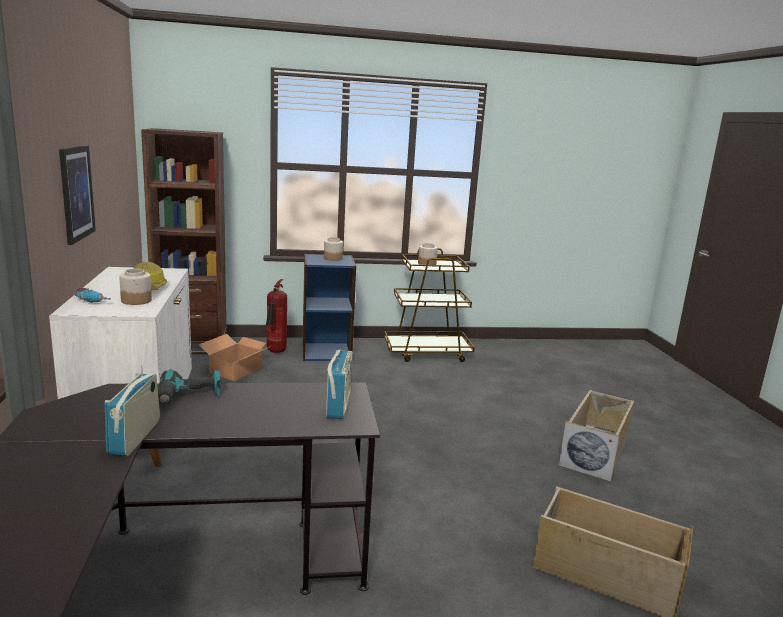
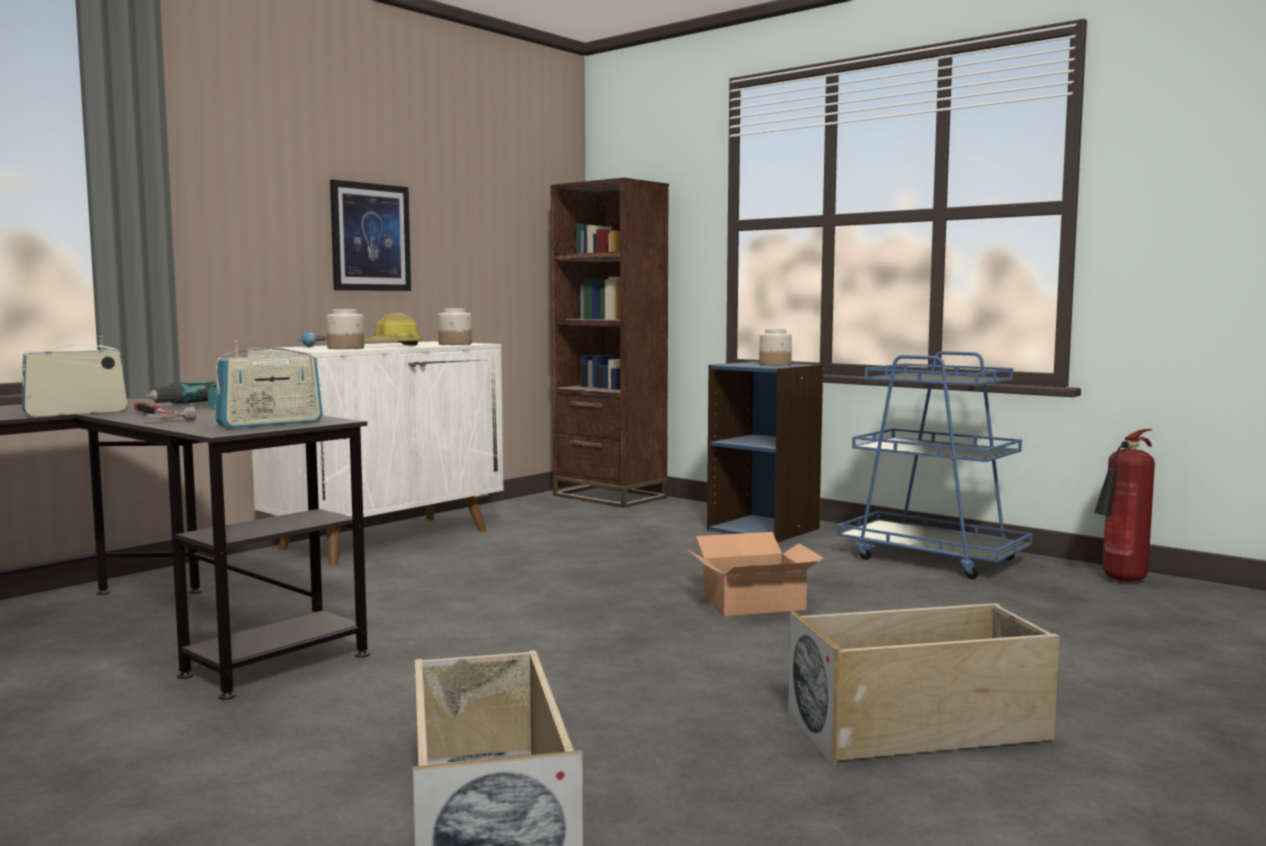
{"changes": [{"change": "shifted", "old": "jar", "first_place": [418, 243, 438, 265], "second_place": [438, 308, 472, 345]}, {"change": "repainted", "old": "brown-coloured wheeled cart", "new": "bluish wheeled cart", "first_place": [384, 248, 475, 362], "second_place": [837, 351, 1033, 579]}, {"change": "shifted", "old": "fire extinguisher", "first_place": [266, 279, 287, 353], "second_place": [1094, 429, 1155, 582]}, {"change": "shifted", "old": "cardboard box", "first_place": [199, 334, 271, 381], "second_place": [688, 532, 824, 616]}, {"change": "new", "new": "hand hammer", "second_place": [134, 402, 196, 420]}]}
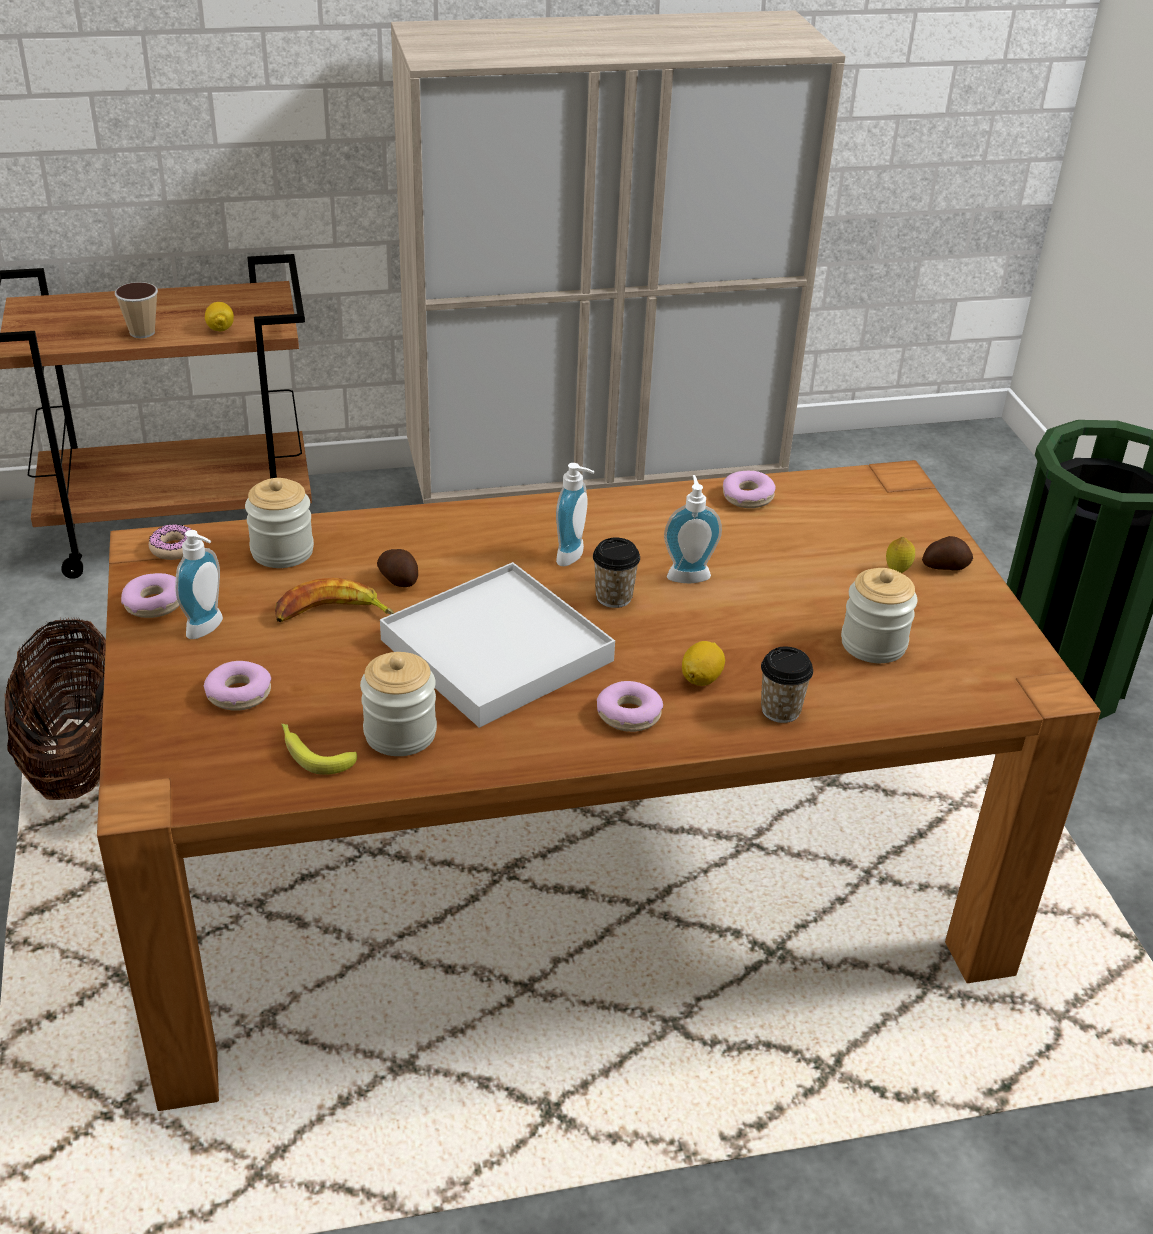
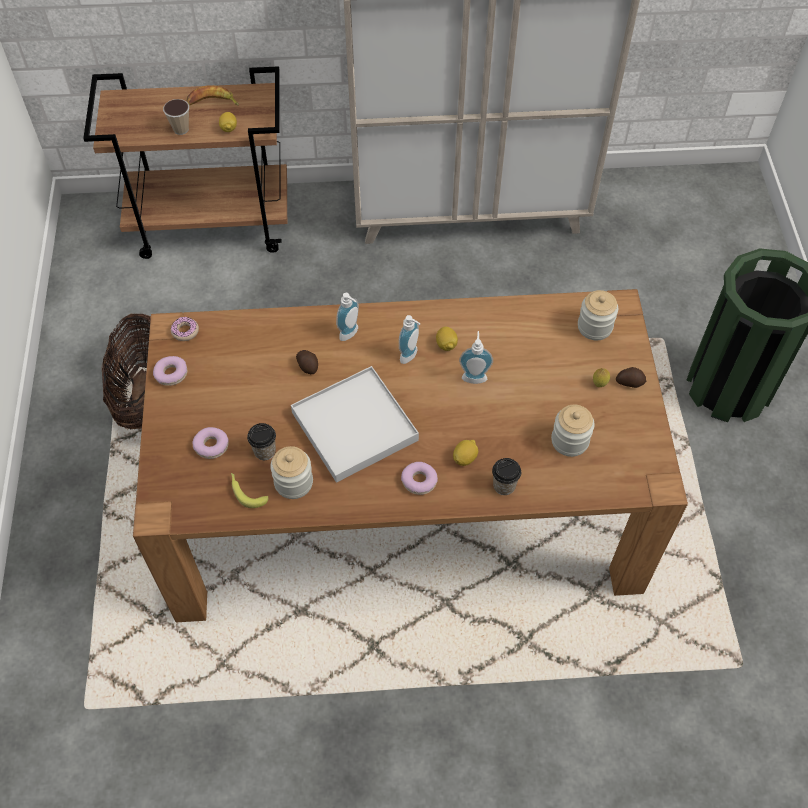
{"changes": [{"change": "gone", "old": "ring doughnut", "first_place": [723, 471, 776, 508]}, {"change": "shifted", "old": "jar", "first_place": [245, 478, 314, 568], "second_place": [578, 290, 618, 340]}, {"change": "shifted", "old": "soap dispenser", "first_place": [175, 530, 223, 639], "second_place": [336, 293, 359, 341]}, {"change": "shifted", "old": "small cup", "first_place": [593, 538, 640, 608], "second_place": [247, 423, 276, 460]}, {"change": "shifted", "old": "banana fruit", "first_place": [275, 578, 394, 622], "second_place": [186, 85, 239, 106]}, {"change": "new", "new": "lemon", "second_place": [436, 326, 458, 351]}]}
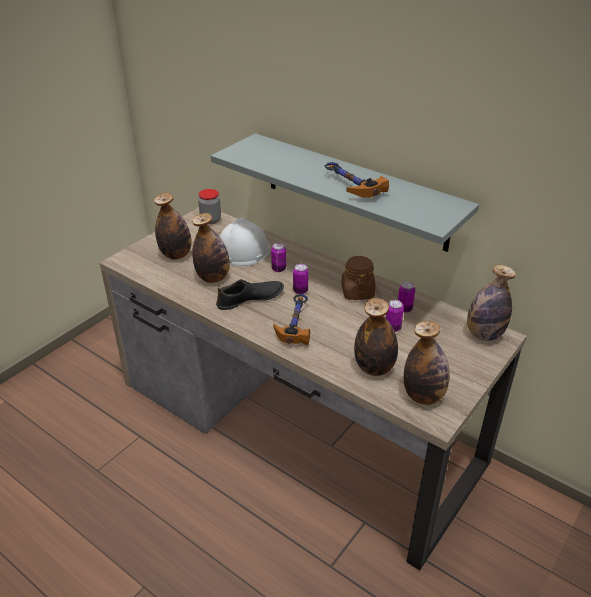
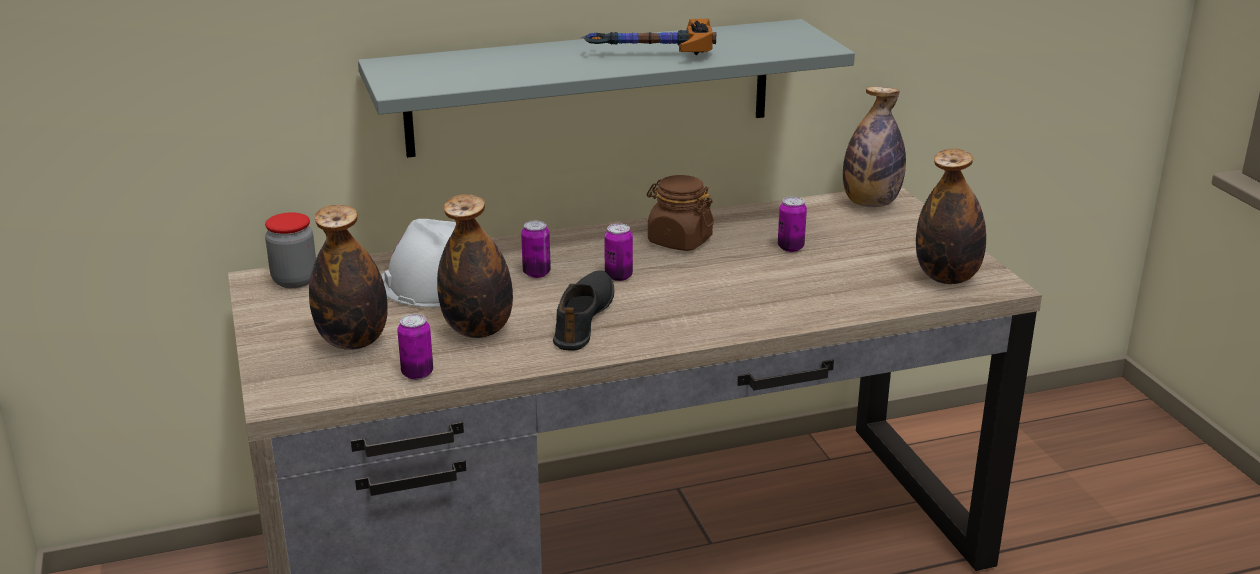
{"changes": [{"change": "shifted", "old": "can", "first_place": [398, 281, 415, 313], "second_place": [397, 314, 433, 380]}, {"change": "gone", "old": "hand hammer", "first_place": [273, 294, 310, 346]}, {"change": "gone", "old": "bottle", "first_place": [354, 298, 398, 376]}]}
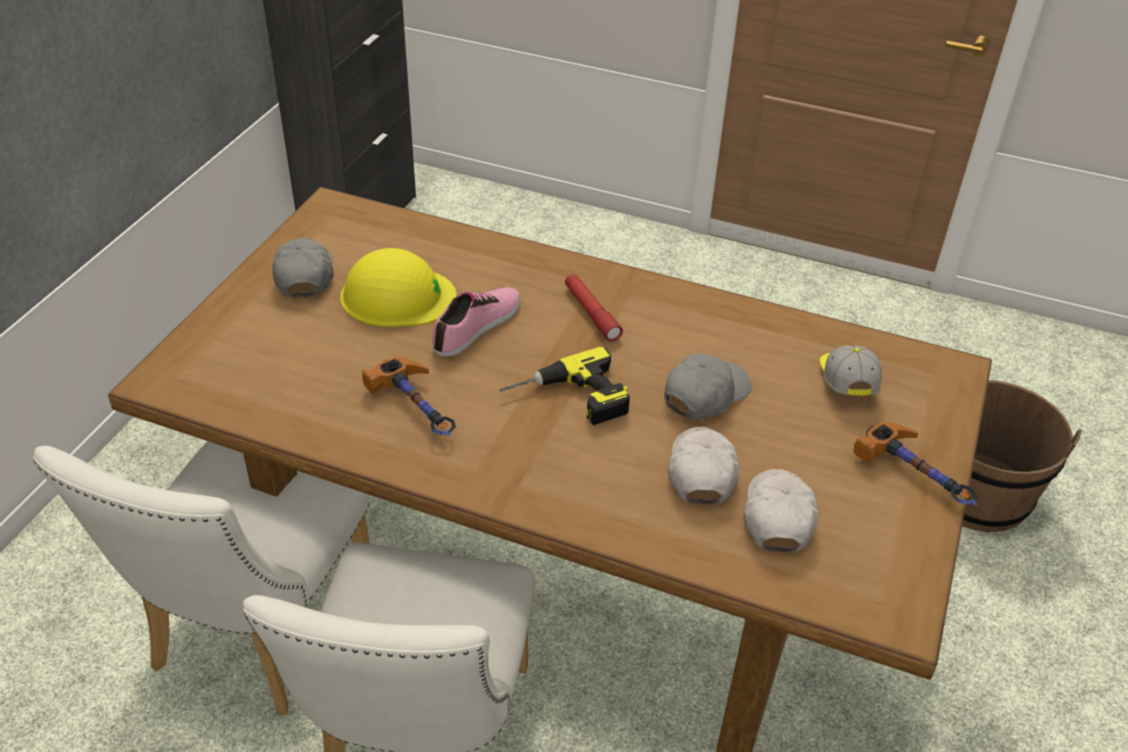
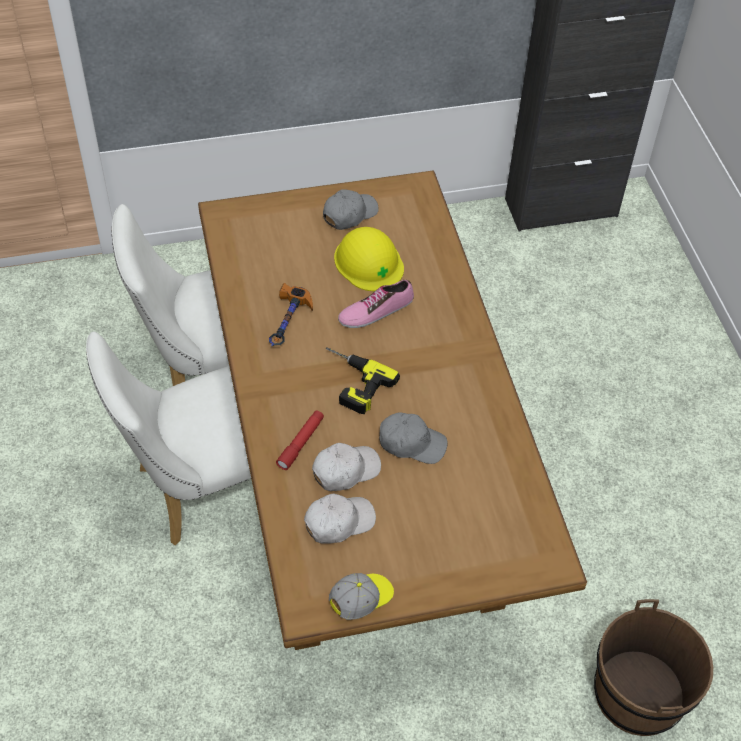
{"changes": [{"change": "shifted", "old": "red torch", "first_place": [565, 274, 623, 342], "second_place": [276, 411, 324, 470]}, {"change": "rotated", "old": "low shoe", "first_place": [432, 287, 520, 357], "second_place": [338, 280, 414, 328], "degrees": 150}, {"change": "shifted", "old": "cap", "first_place": [820, 345, 882, 395], "second_place": [329, 573, 394, 620]}, {"change": "gone", "old": "hand hammer", "first_place": [854, 422, 978, 506]}]}
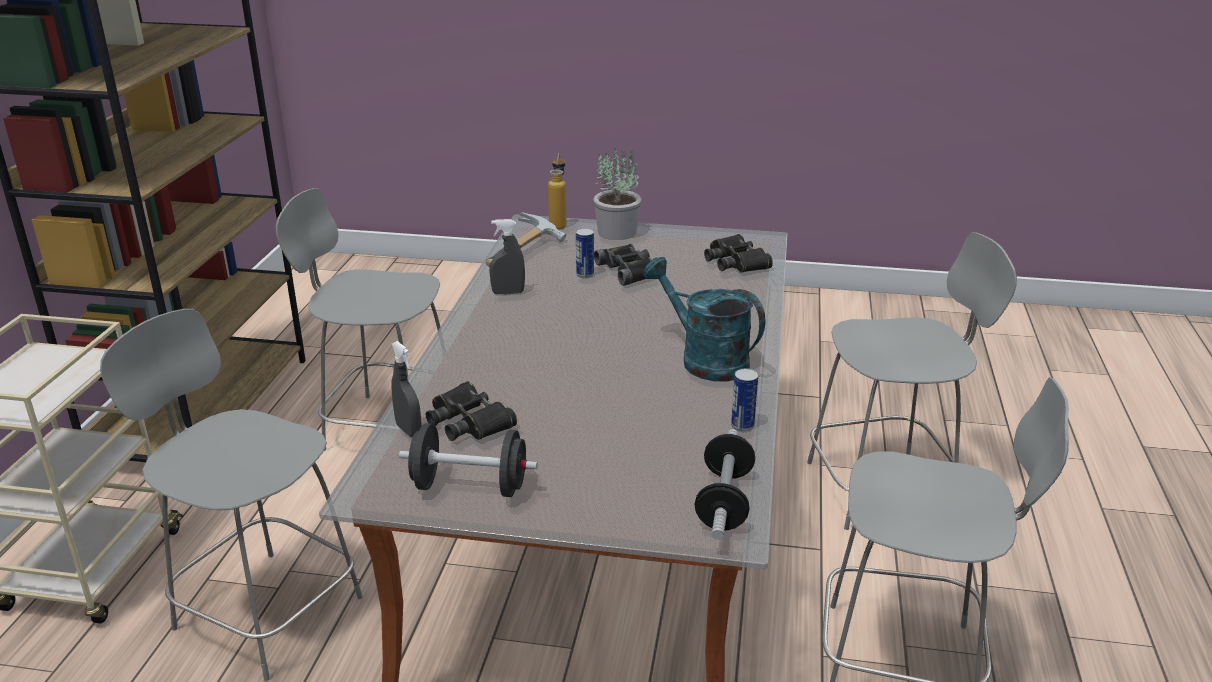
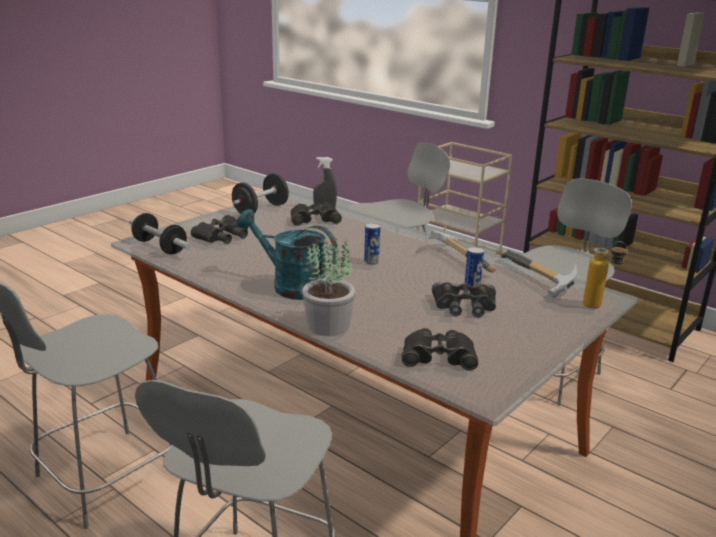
{"changes": [{"change": "shifted", "old": "plant in a pot", "first_place": [593, 147, 641, 240], "second_place": [302, 239, 355, 336]}, {"change": "swapped", "old": "grey sprayer", "new": "hand hammer", "first_place": [489, 219, 525, 295], "second_place": [429, 231, 496, 272]}, {"change": "rotated", "old": "turquoise sprinkling can", "first_place": [643, 257, 765, 381], "second_place": [237, 209, 337, 300], "degrees": -135}, {"change": "shifted", "old": "can", "first_place": [731, 368, 758, 432], "second_place": [364, 223, 380, 265]}, {"change": "new", "new": "blackish binoculars", "second_place": [191, 215, 248, 244]}]}
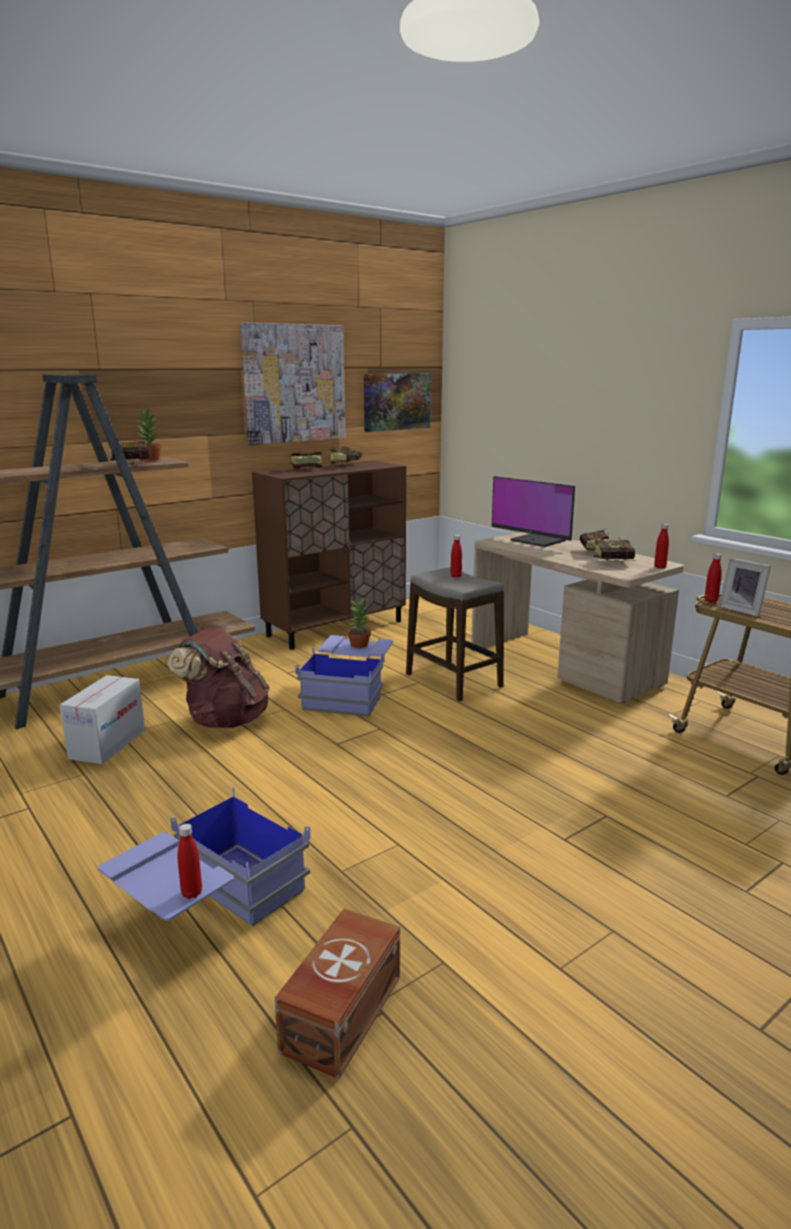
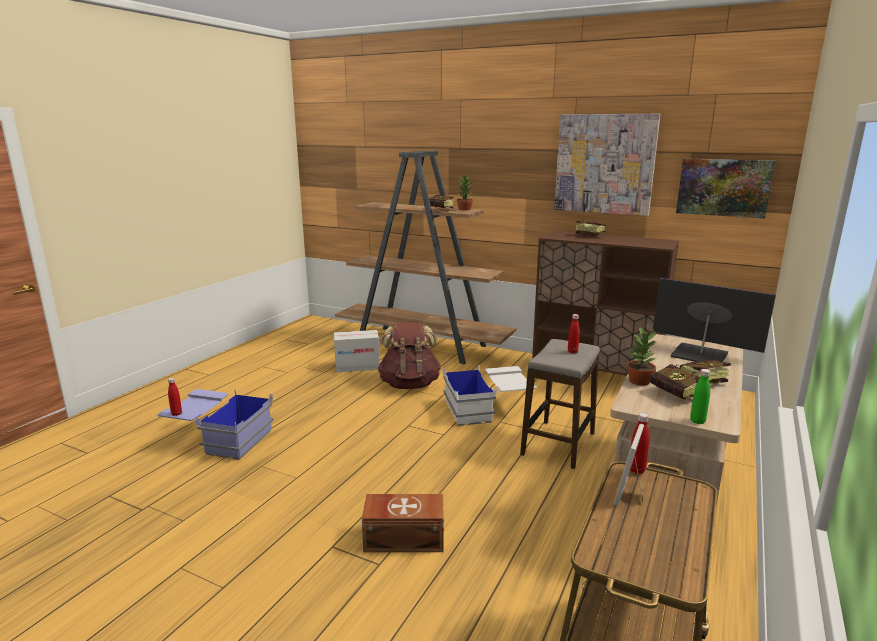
{"changes": [{"change": "gone", "old": "bound book", "first_place": [331, 446, 362, 465]}, {"change": "rotated", "old": "monitor", "first_place": [492, 476, 575, 547], "second_place": [653, 278, 776, 362], "degrees": 105}, {"change": "repainted", "old": "red bottle", "new": "green-coloured bottle", "first_place": [654, 524, 669, 569], "second_place": [690, 369, 711, 424]}, {"change": "shifted", "old": "plant in a pot", "first_place": [347, 598, 371, 648], "second_place": [626, 328, 658, 386]}, {"change": "repainted", "old": "bluish storage box", "new": "whitish storage box", "first_place": [295, 635, 394, 716], "second_place": [443, 365, 537, 426]}, {"change": "shifted", "old": "brown-coloured storage box", "first_place": [275, 909, 400, 1079], "second_place": [362, 494, 444, 552]}]}
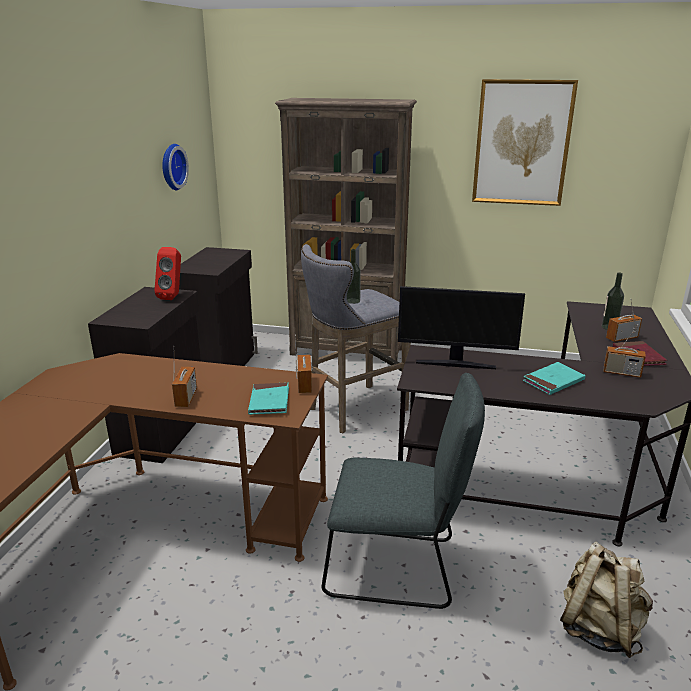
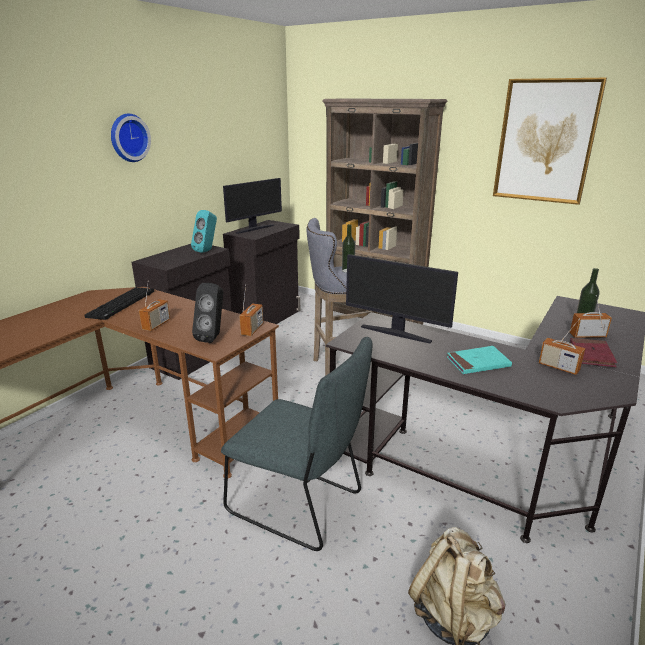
{"changes": [{"change": "shifted", "old": "clock on the wall", "first_place": [162, 144, 189, 190], "second_place": [111, 114, 151, 162]}, {"change": "repainted", "old": "red loudspeaker", "new": "turquoise loudspeaker", "first_place": [154, 247, 181, 300], "second_place": [191, 210, 217, 253]}, {"change": "swapped", "old": "turquoise bound book", "new": "blackish loudspeaker", "first_place": [248, 382, 289, 415], "second_place": [192, 283, 223, 343]}, {"change": "new", "new": "monitor", "second_place": [223, 178, 282, 234]}, {"change": "new", "new": "computer keyboard", "second_place": [84, 287, 154, 320]}]}
